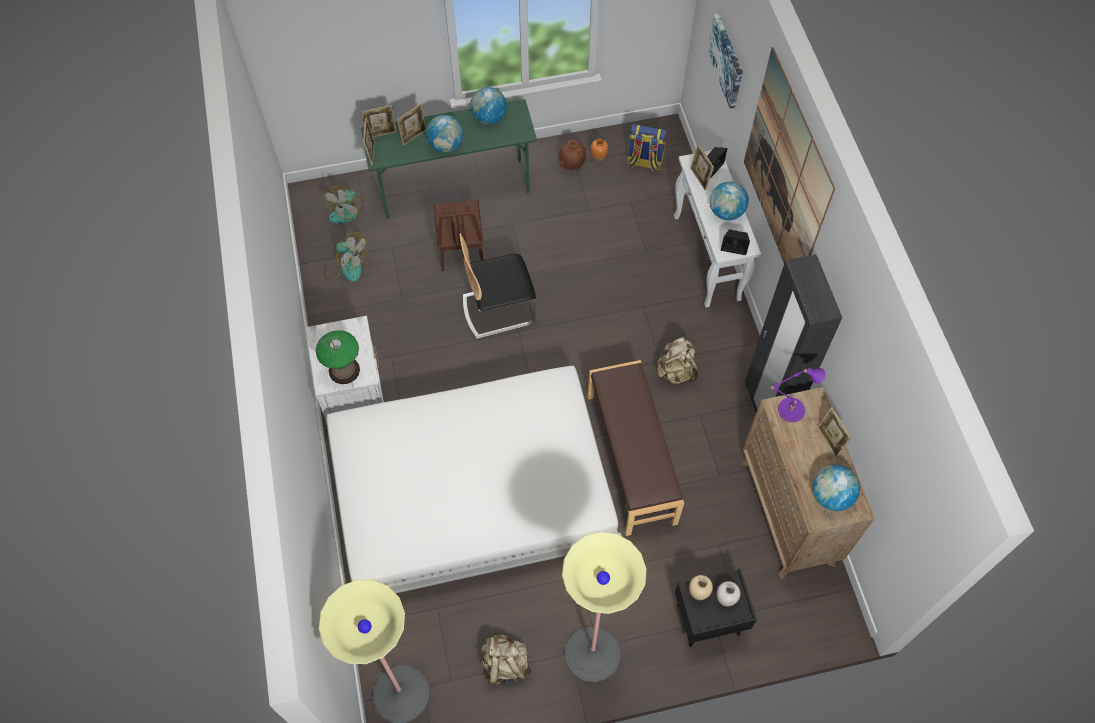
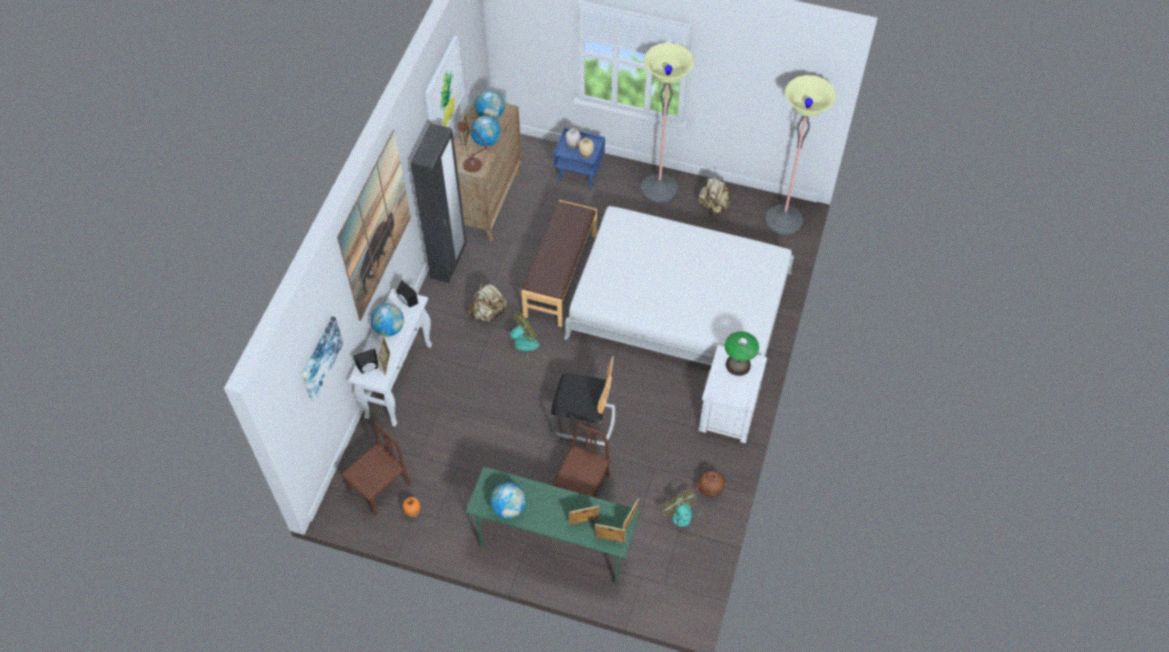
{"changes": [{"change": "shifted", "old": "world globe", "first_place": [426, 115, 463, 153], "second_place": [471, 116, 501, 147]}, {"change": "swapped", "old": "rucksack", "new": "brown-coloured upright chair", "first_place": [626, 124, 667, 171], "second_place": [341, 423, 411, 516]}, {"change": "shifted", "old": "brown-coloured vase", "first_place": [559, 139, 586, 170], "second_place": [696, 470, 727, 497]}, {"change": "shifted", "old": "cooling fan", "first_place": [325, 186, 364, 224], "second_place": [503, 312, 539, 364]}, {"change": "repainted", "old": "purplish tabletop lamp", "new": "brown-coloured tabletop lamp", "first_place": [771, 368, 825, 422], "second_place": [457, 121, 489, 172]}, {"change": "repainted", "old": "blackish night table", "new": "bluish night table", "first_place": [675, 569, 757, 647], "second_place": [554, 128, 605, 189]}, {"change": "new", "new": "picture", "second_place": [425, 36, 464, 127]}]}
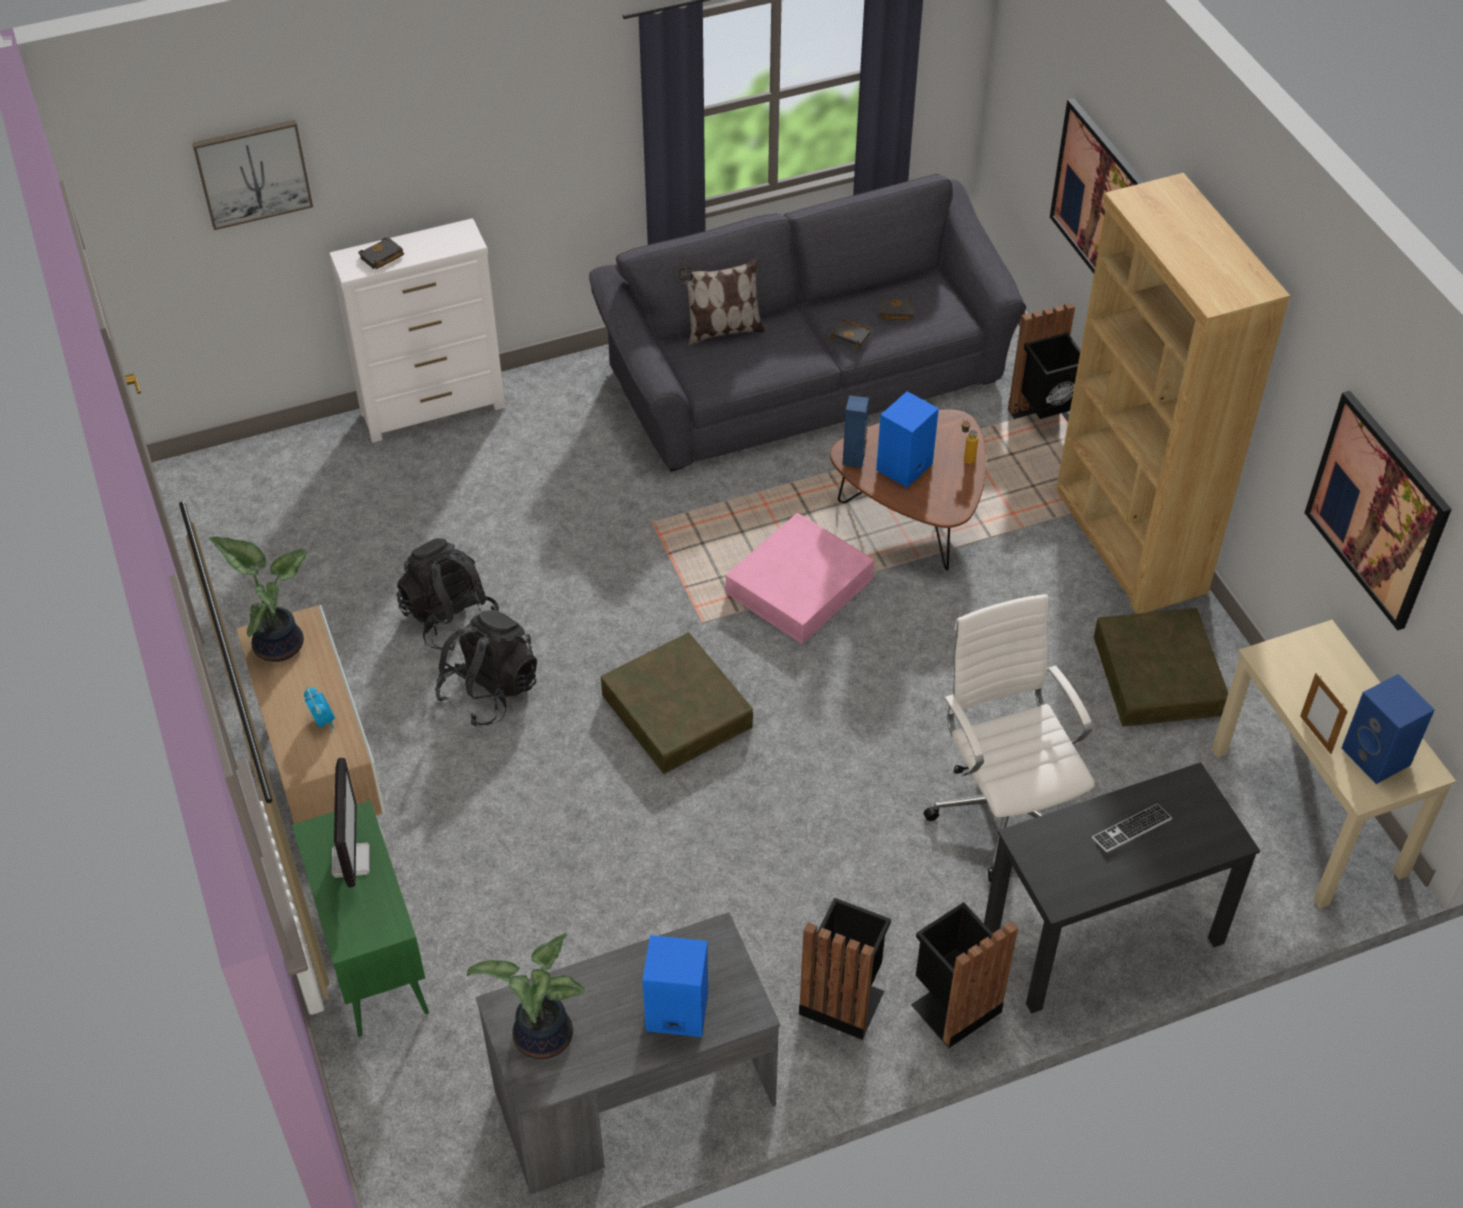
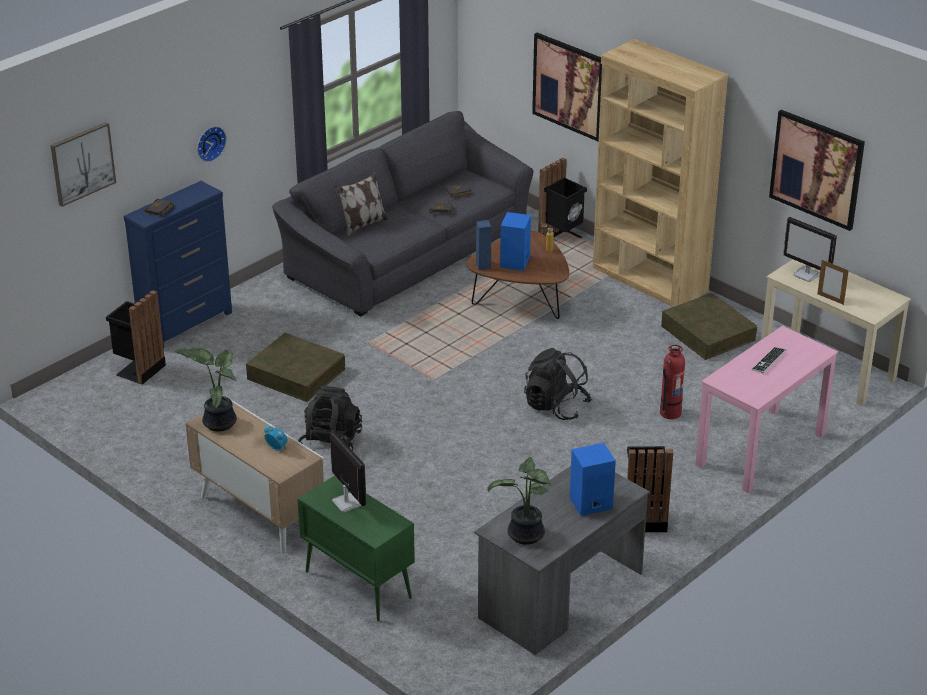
{"changes": [{"change": "repainted", "old": "whitish chest of drawers", "new": "bluish chest of drawers", "first_place": [329, 218, 505, 443], "second_place": [124, 181, 232, 348]}, {"change": "gone", "old": "pinkish storage box", "first_place": [726, 513, 874, 644]}, {"change": "shifted", "old": "blackish rucksack", "first_place": [397, 538, 499, 651], "second_place": [524, 348, 592, 420]}, {"change": "swapped", "old": "whitish office chair", "new": "fire extinguisher", "first_place": [924, 594, 1095, 882], "second_place": [660, 345, 685, 419]}, {"change": "shifted", "old": "brown-coloured storage box", "first_place": [601, 632, 753, 774], "second_place": [246, 333, 345, 402]}, {"change": "gone", "old": "bluish loudspeaker", "first_place": [1341, 674, 1435, 784]}, {"change": "repainted", "old": "blackish desk", "new": "pinkish desk", "first_place": [984, 762, 1260, 1014], "second_place": [695, 326, 838, 493]}, {"change": "shifted", "old": "blackish trash can", "first_place": [911, 902, 1018, 1048], "second_place": [106, 290, 166, 385]}, {"change": "new", "new": "clock on the wall", "second_place": [197, 126, 227, 162]}, {"change": "new", "new": "monitor", "second_place": [783, 217, 837, 282]}]}
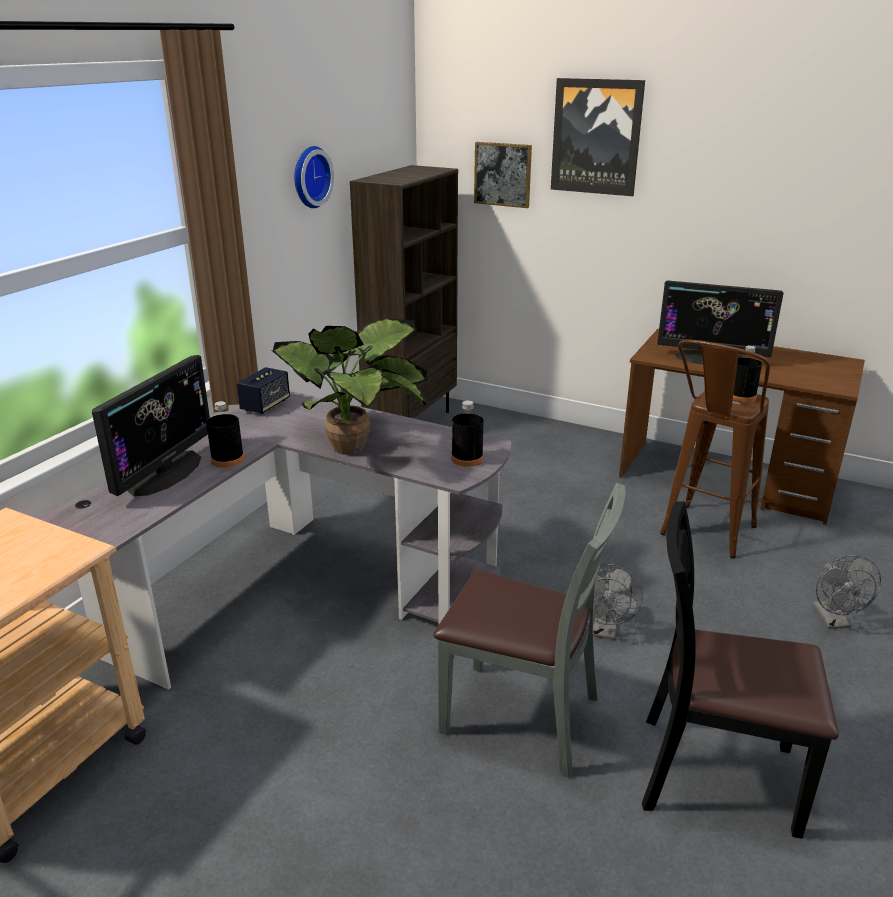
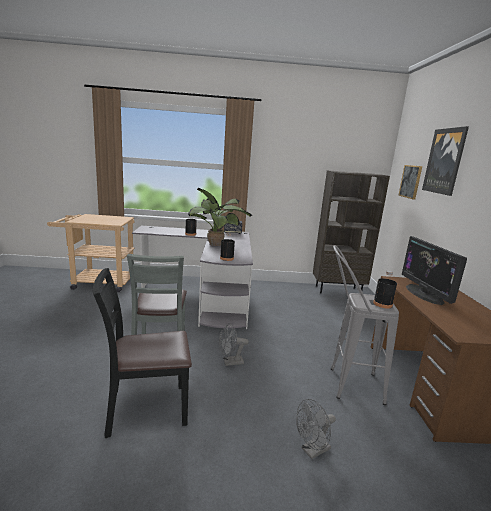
{"changes": [{"change": "gone", "old": "clock on the wall", "first_place": [294, 146, 334, 208]}, {"change": "repainted", "old": "brown-coloured stool", "new": "grey stool", "first_place": [660, 339, 770, 558], "second_place": [331, 245, 399, 405]}, {"change": "gone", "old": "monitor", "first_place": [92, 355, 210, 497]}, {"change": "rotated", "old": "blackish upright chair", "first_place": [642, 501, 839, 839], "second_place": [93, 268, 192, 438], "degrees": -90}]}
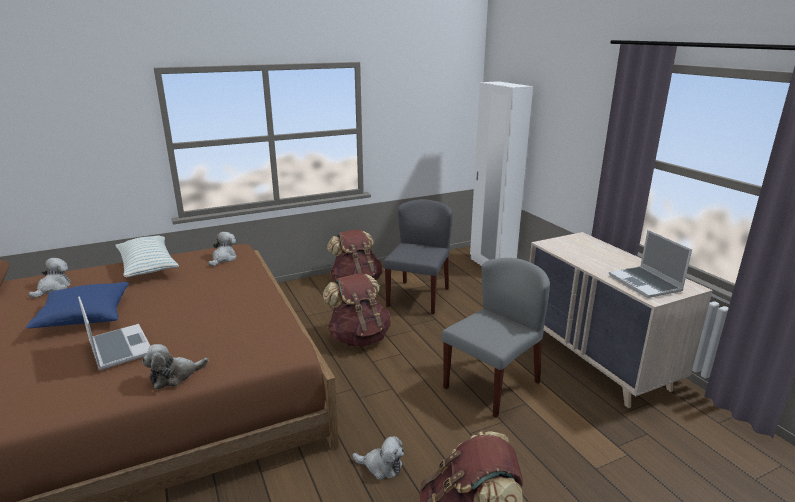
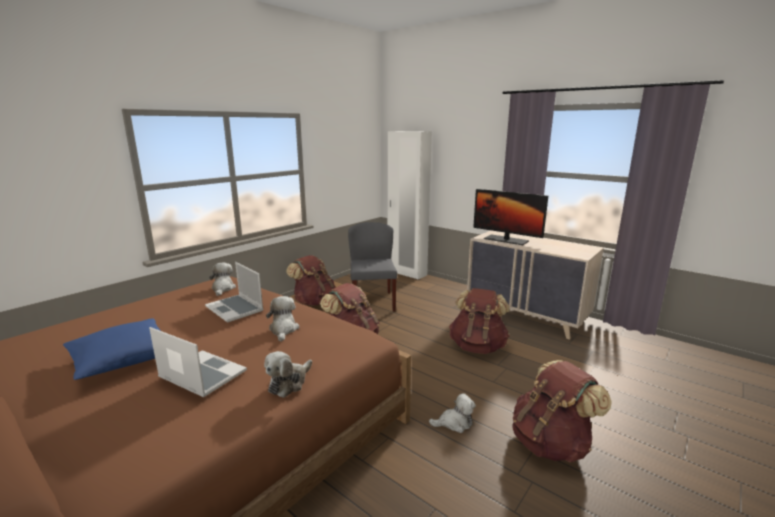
{"changes": [{"change": "shifted", "old": "portable computer", "first_place": [609, 230, 692, 298], "second_place": [205, 262, 264, 323]}, {"change": "gone", "old": "throw pillow", "first_place": [115, 236, 179, 277]}, {"change": "shifted", "old": "cuddly toy", "first_place": [28, 258, 71, 298], "second_place": [266, 296, 299, 342]}, {"change": "swapped", "old": "grey upright chair", "new": "brown-coloured rucksack", "first_place": [442, 258, 550, 418], "second_place": [449, 288, 510, 354]}, {"change": "new", "new": "monitor", "second_place": [473, 189, 548, 245]}]}
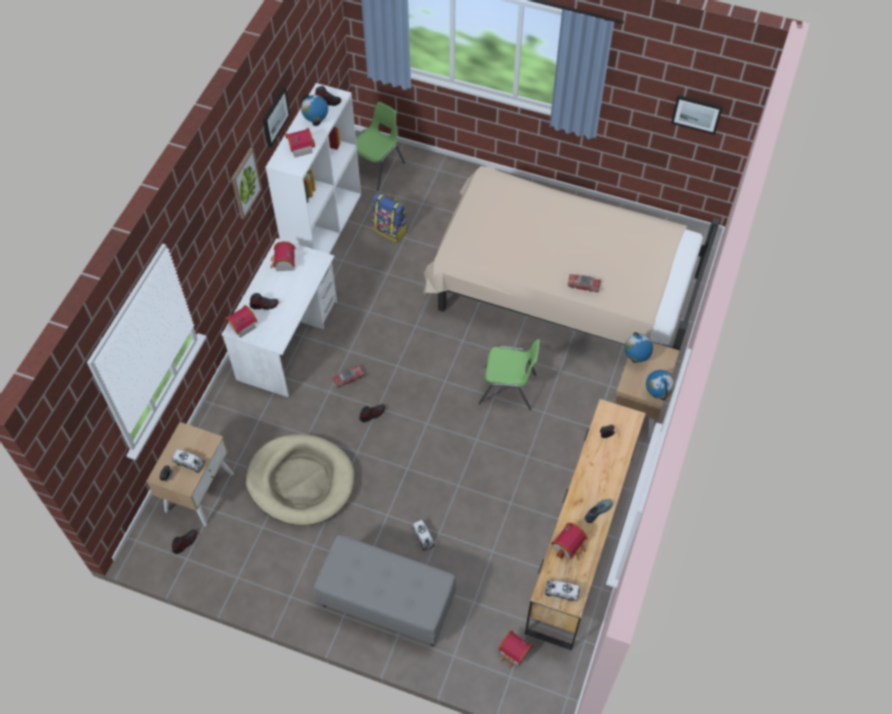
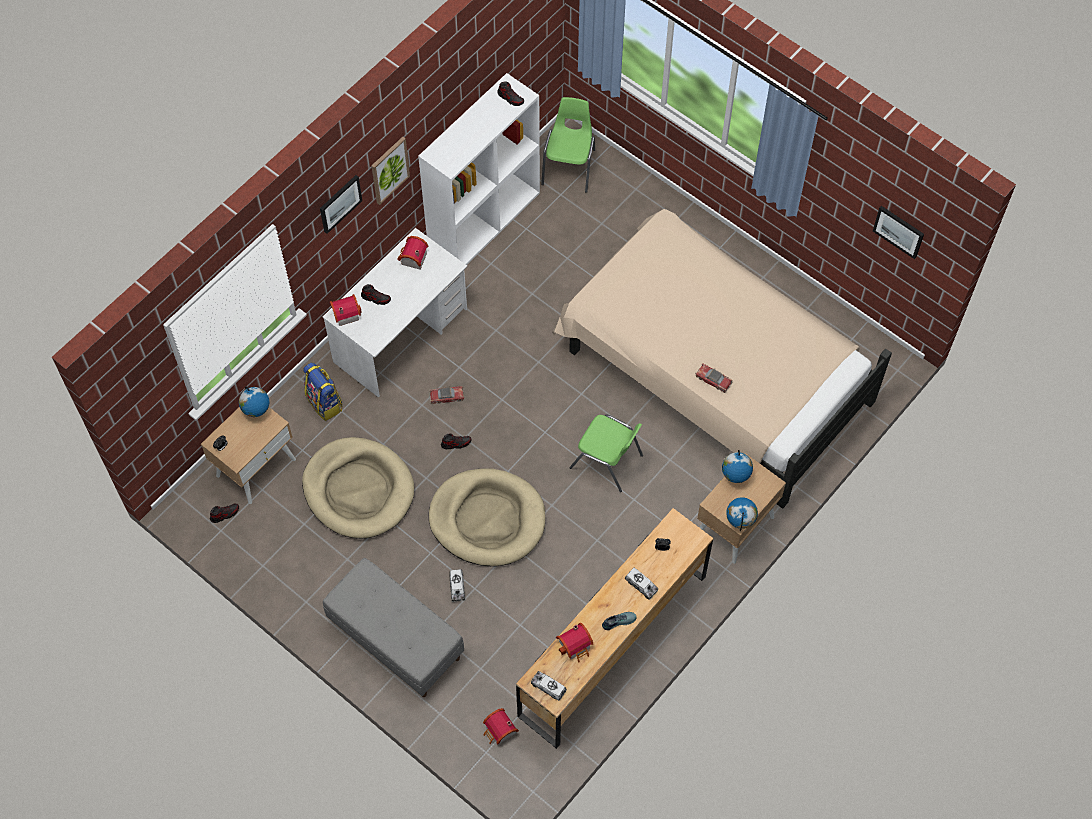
{"changes": [{"change": "shifted", "old": "picture", "first_place": [263, 87, 290, 147], "second_place": [320, 175, 362, 234]}, {"change": "shifted", "old": "world globe", "first_place": [301, 95, 328, 126], "second_place": [239, 387, 269, 417]}, {"change": "rotated", "old": "green-coloured upright chair", "first_place": [356, 102, 405, 191], "second_place": [541, 97, 595, 193], "degrees": -45}, {"change": "gone", "old": "toy house", "first_place": [285, 128, 315, 158]}, {"change": "shifted", "old": "rucksack", "first_place": [372, 193, 407, 243], "second_place": [303, 362, 343, 421]}, {"change": "shifted", "old": "toy truck", "first_place": [172, 449, 205, 473], "second_place": [625, 568, 658, 600]}, {"change": "new", "new": "sand-coloured dog bed", "second_place": [429, 468, 545, 566]}]}
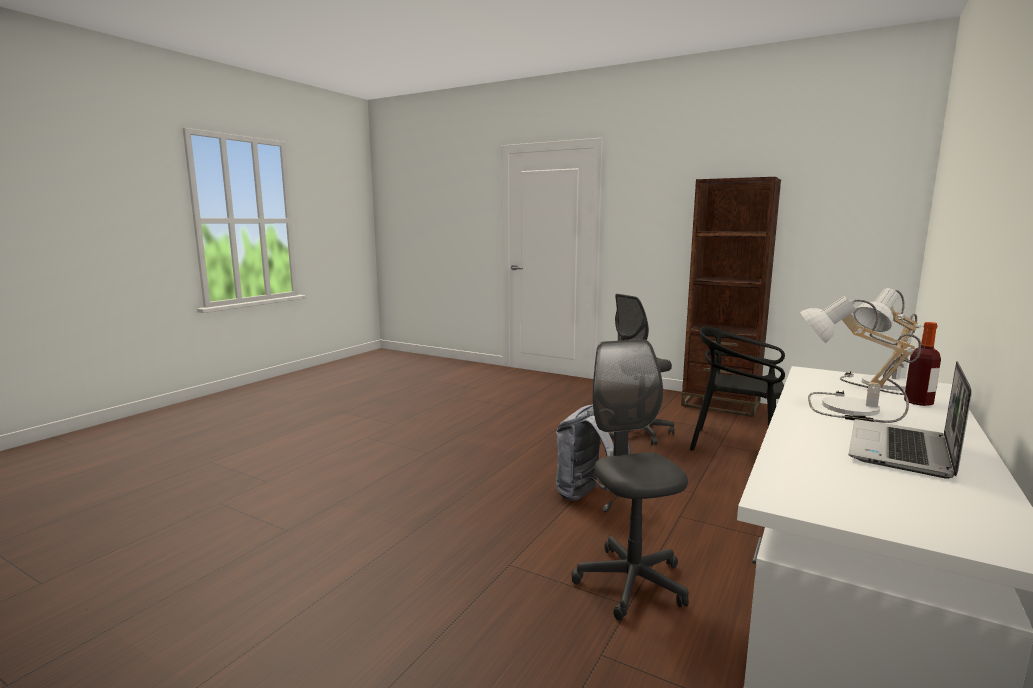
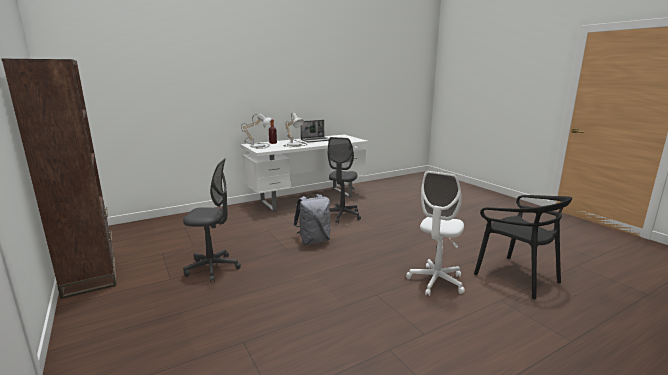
{"changes": [{"change": "shifted", "old": "blackish upright chair", "first_place": [690, 326, 785, 451], "second_place": [474, 195, 572, 299]}, {"change": "new", "new": "whitish office chair", "second_place": [406, 171, 465, 296]}]}
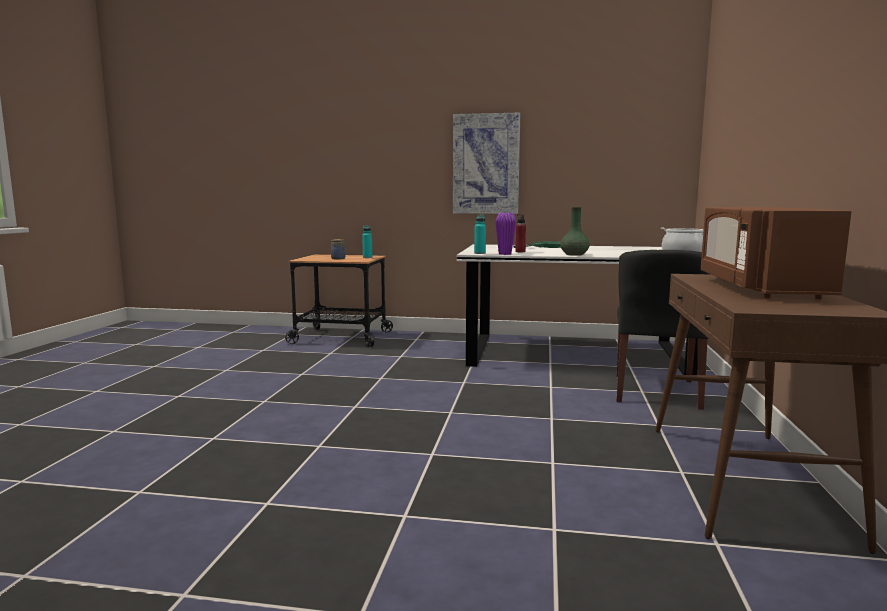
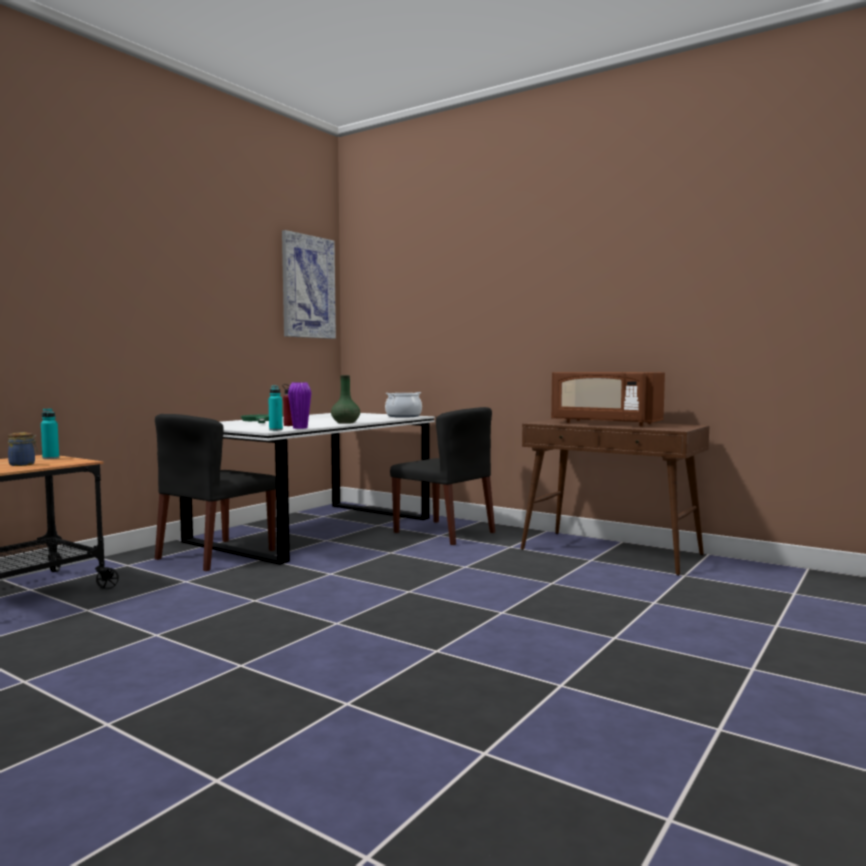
{"changes": [{"change": "shifted", "old": "picture", "first_place": [453, 113, 520, 214], "second_place": [282, 230, 336, 339]}, {"change": "new", "new": "blackish upright chair", "second_place": [155, 414, 276, 571]}]}
